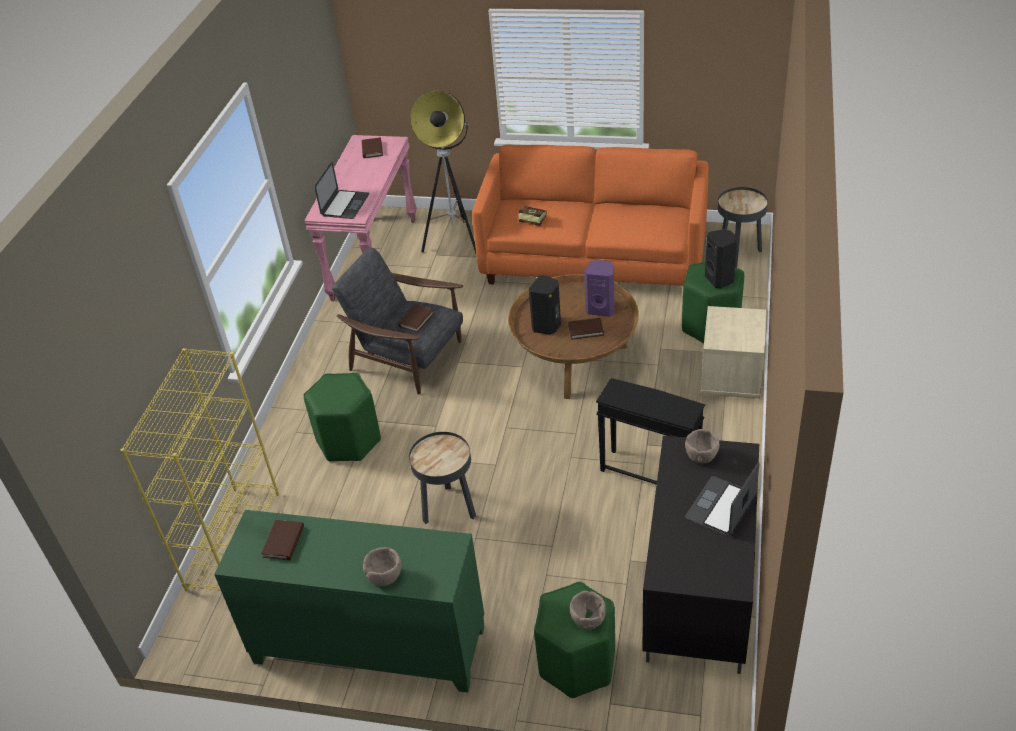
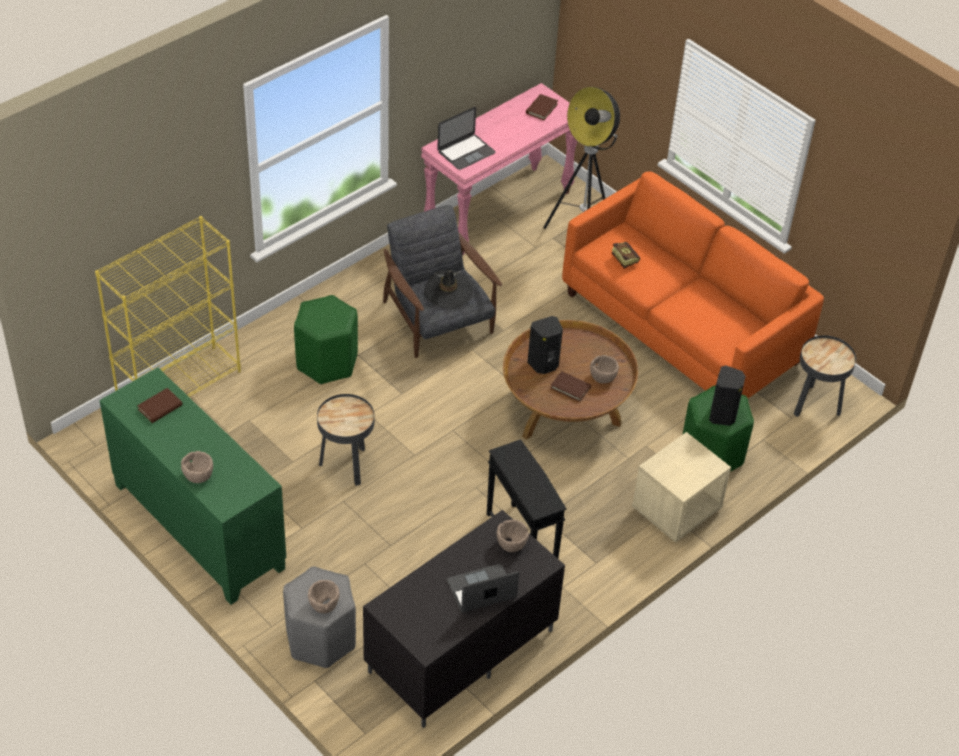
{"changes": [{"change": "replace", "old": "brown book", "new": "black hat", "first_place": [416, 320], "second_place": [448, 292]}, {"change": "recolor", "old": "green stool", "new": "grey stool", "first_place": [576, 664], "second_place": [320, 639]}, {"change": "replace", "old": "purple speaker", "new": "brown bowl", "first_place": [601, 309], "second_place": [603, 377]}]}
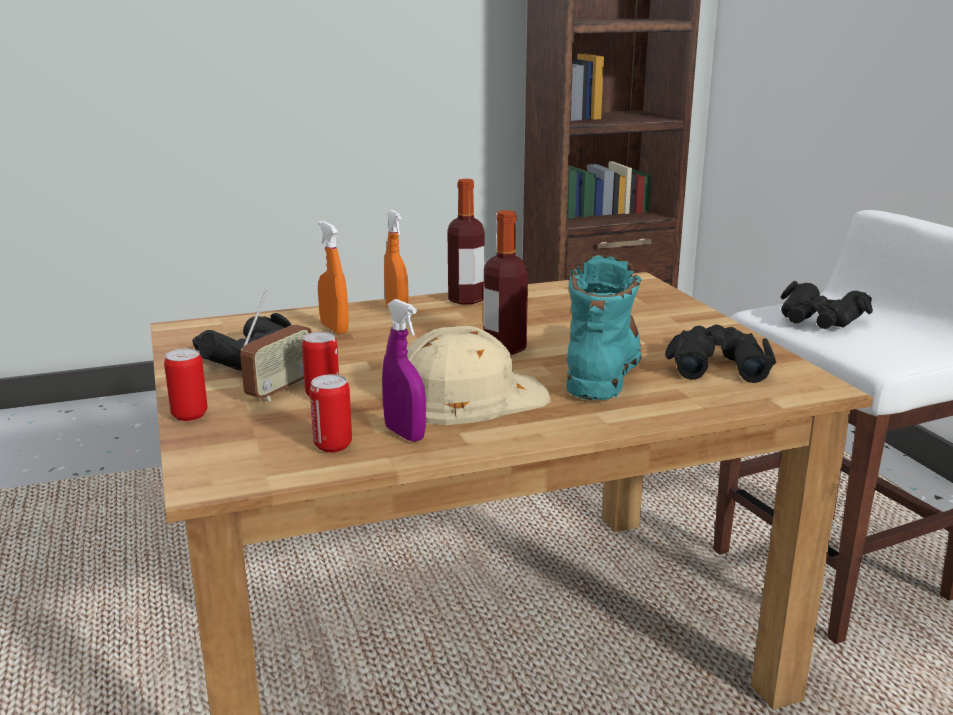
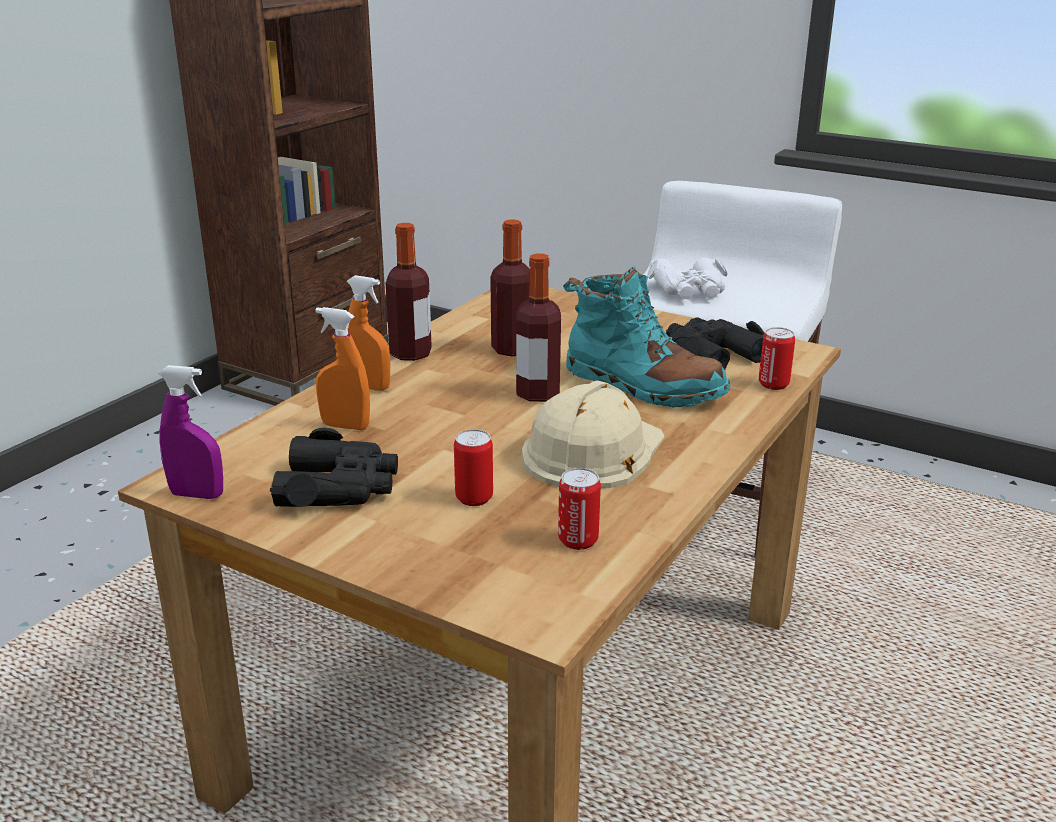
{"changes": [{"change": "move", "old": "can", "first_place": [189, 415], "second_place": [773, 384]}, {"change": "delete", "old": "radio", "first_place": [280, 390]}, {"change": "move", "old": "purple spray bottle", "first_place": [405, 434], "second_place": [197, 495]}, {"change": "rotate", "old": "turquoise boot", "first_place": [602, 368], "second_place": [642, 385], "degrees": 150}, {"change": "recolor", "old": "black binoculars", "new": "white binoculars", "first_place": [820, 319], "second_place": [689, 290]}, {"change": "insert", "new": "bottle", "second_place": [512, 349]}]}
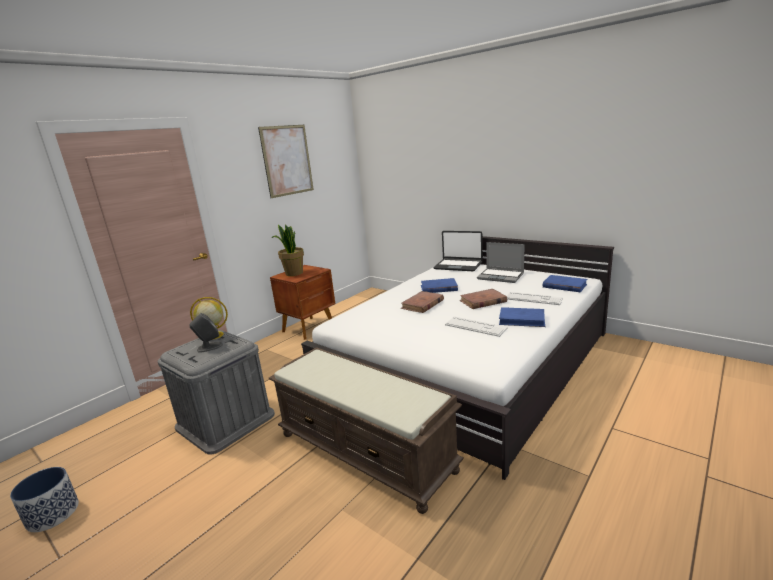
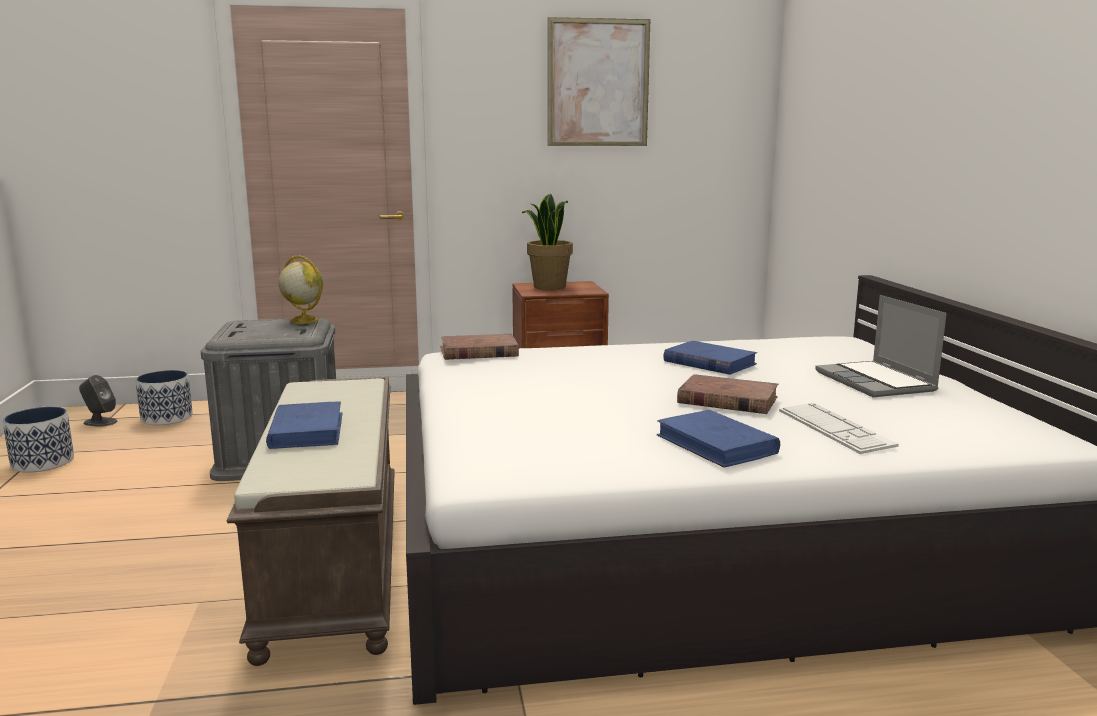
{"changes": [{"change": "move", "old": "grey speaker", "first_place": [209, 347], "second_place": [100, 422]}, {"change": "move", "old": "brown book", "first_place": [422, 304], "second_place": [478, 352]}, {"change": "delete", "old": "laptop", "first_place": [458, 265]}, {"change": "delete", "old": "keyboard", "first_place": [475, 327]}, {"change": "move", "old": "blue book", "first_place": [564, 286], "second_place": [306, 430]}, {"change": "insert", "new": "planter", "second_place": [167, 418]}]}
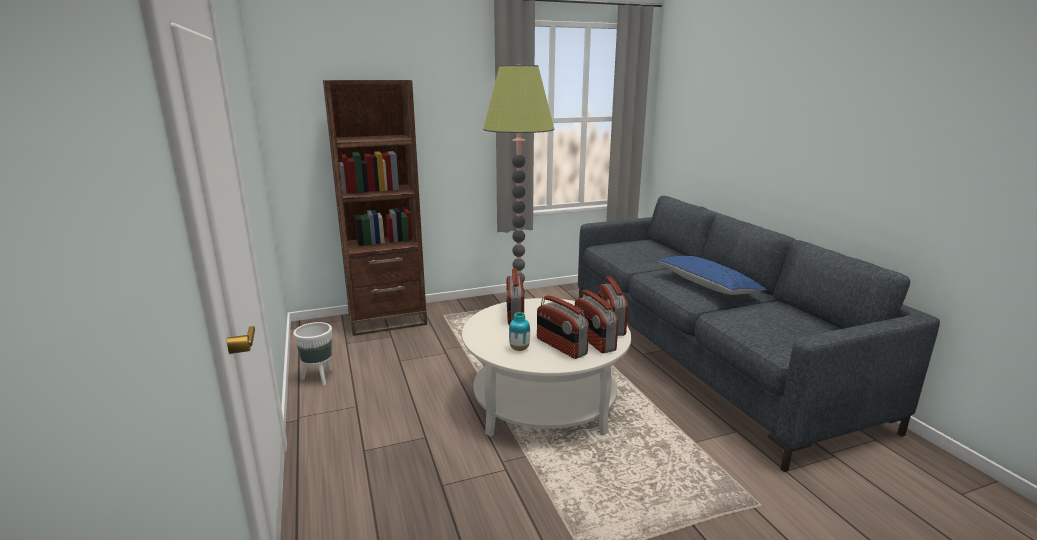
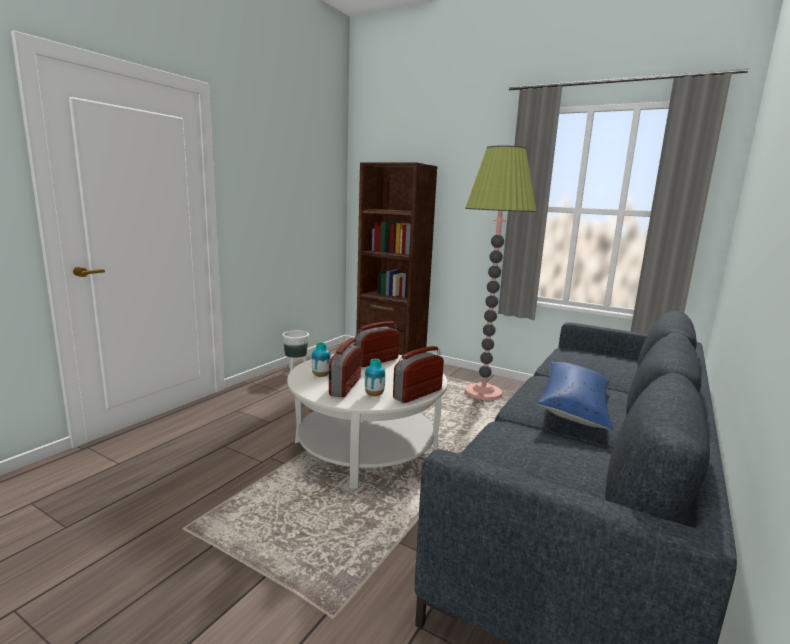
{"changes": [{"change": "replace", "old": "radio", "new": "vase", "first_place": [593, 341], "second_place": [374, 395]}]}
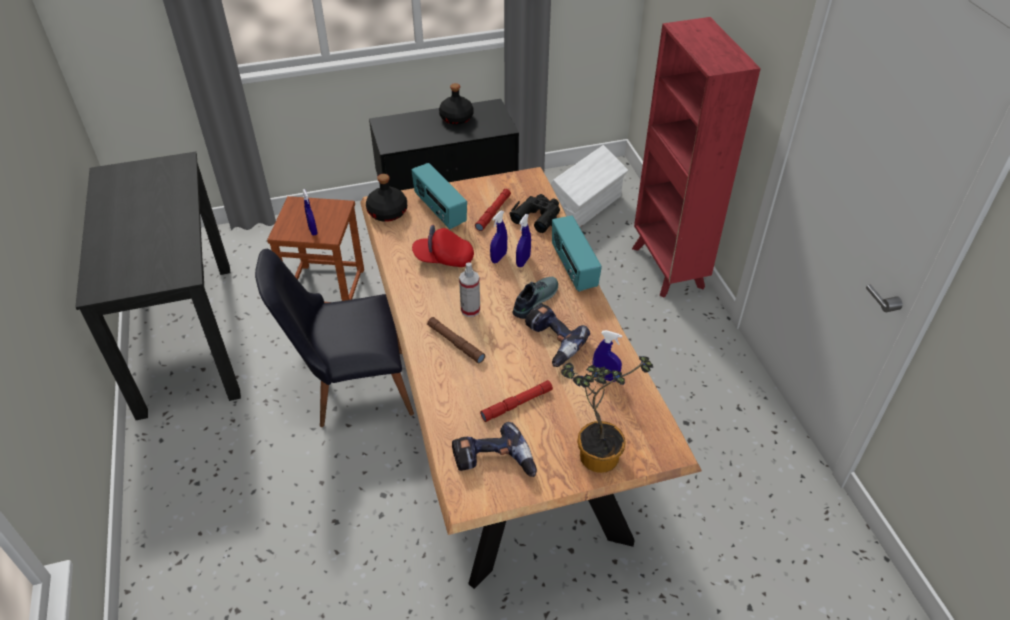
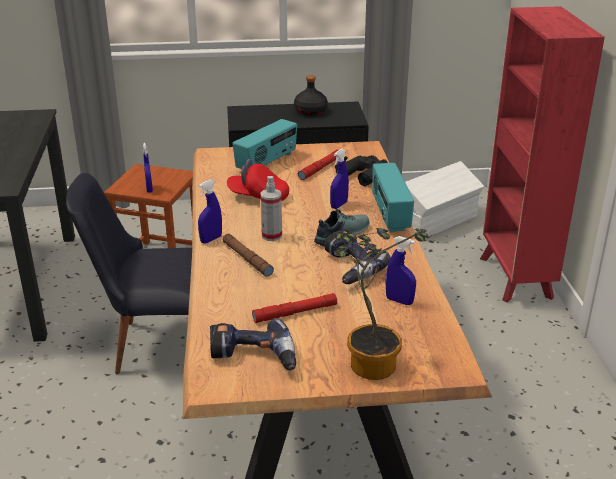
{"changes": [{"change": "delete", "old": "black bottle", "first_place": [388, 212]}, {"change": "rotate", "old": "radio", "first_place": [439, 211], "second_place": [267, 163], "degrees": -120}, {"change": "move", "old": "blue spray bottle", "first_place": [498, 258], "second_place": [211, 239]}]}
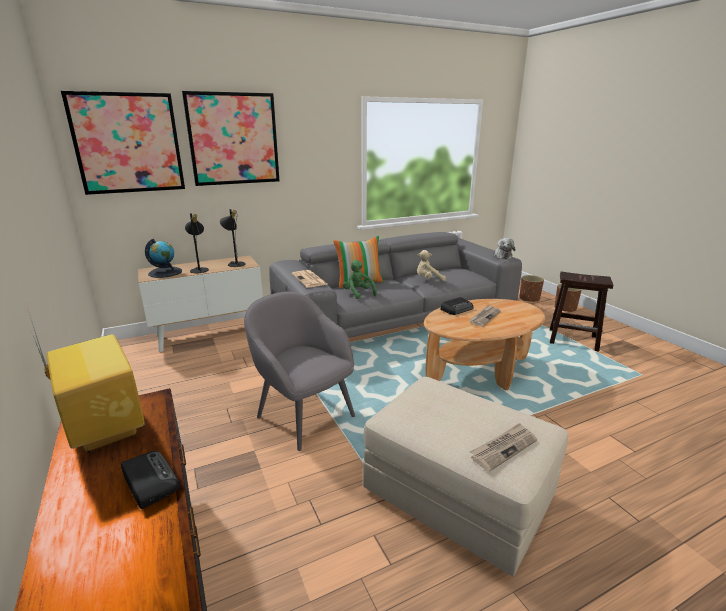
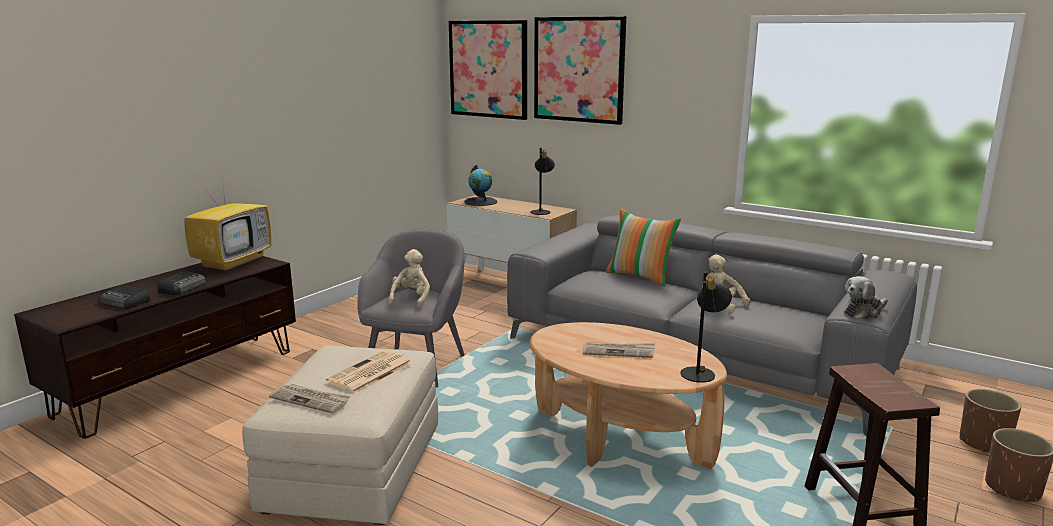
{"changes": [{"change": "move", "old": "black table lamp", "first_place": [199, 269], "second_place": [702, 372]}, {"change": "move", "old": "newspaper", "first_place": [310, 279], "second_place": [370, 373]}, {"change": "delete", "old": "green plush toy", "first_place": [358, 293]}, {"change": "move", "old": "radio", "first_place": [457, 309], "second_place": [125, 302]}, {"change": "insert", "new": "beige plush toy", "second_place": [411, 299]}]}
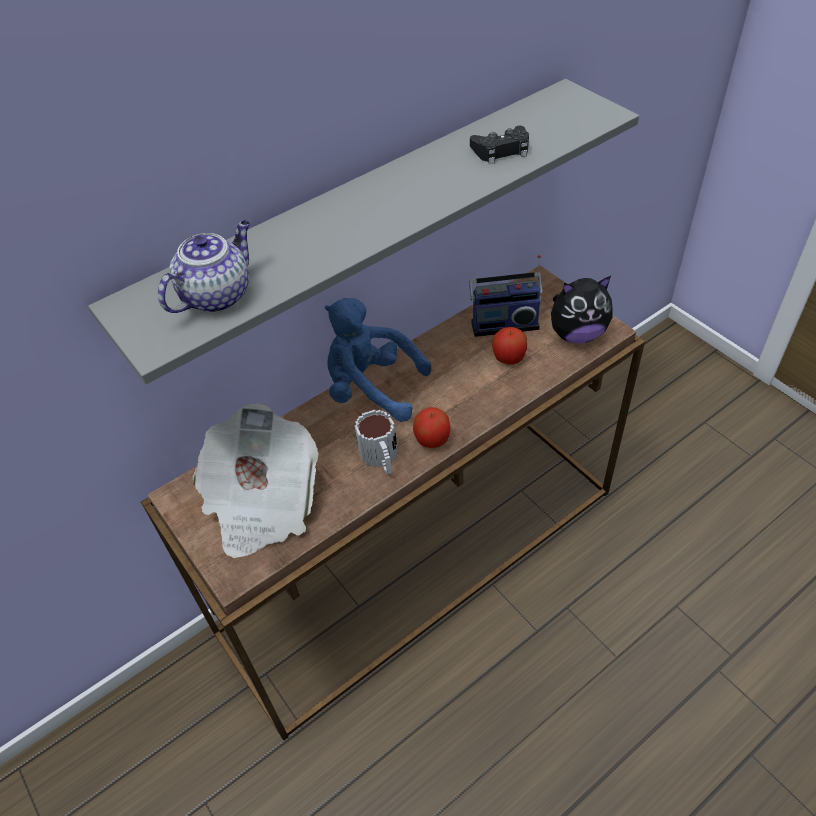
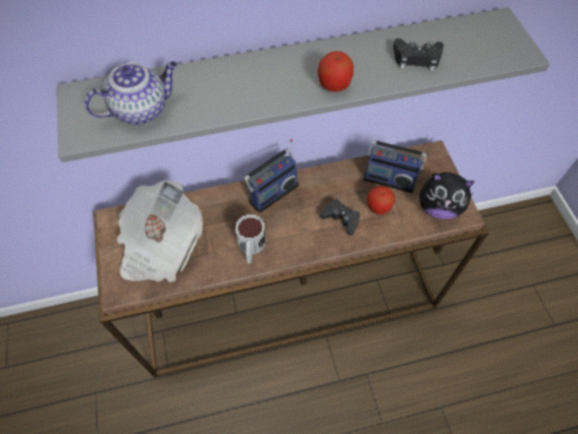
{"changes": [{"change": "replace", "old": "blue plush toy", "new": "radio", "first_place": [371, 388], "second_place": [272, 192]}, {"change": "move", "old": "apple", "first_place": [432, 440], "second_place": [334, 85]}, {"change": "insert", "new": "black game controller", "second_place": [341, 219]}]}
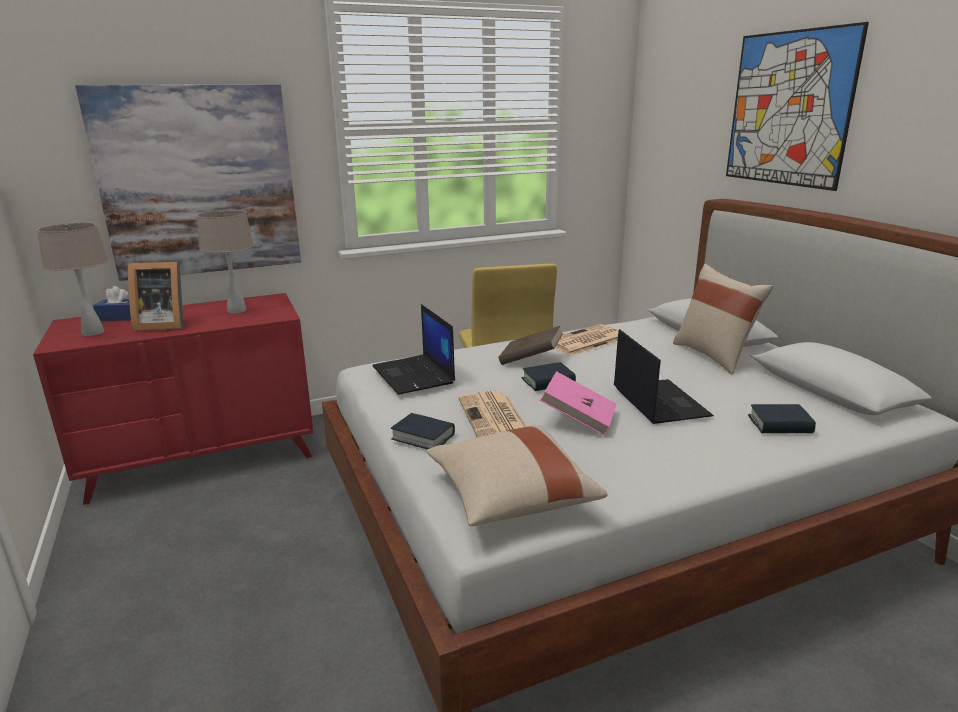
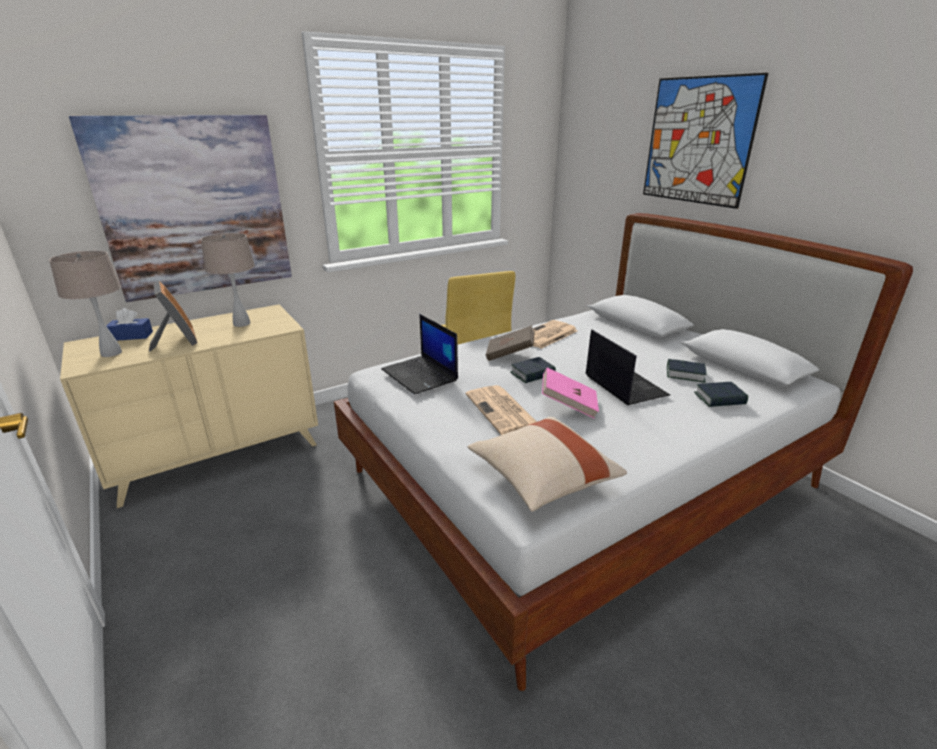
{"changes": [{"change": "recolor", "old": "red dresser", "new": "beige dresser", "first_place": [204, 458], "second_place": [219, 454]}, {"change": "rotate", "old": "picture frame", "first_place": [162, 324], "second_place": [176, 341], "degrees": -105}, {"change": "move", "old": "book", "first_place": [423, 437], "second_place": [685, 374]}, {"change": "delete", "old": "beige pillow", "first_place": [714, 356]}]}
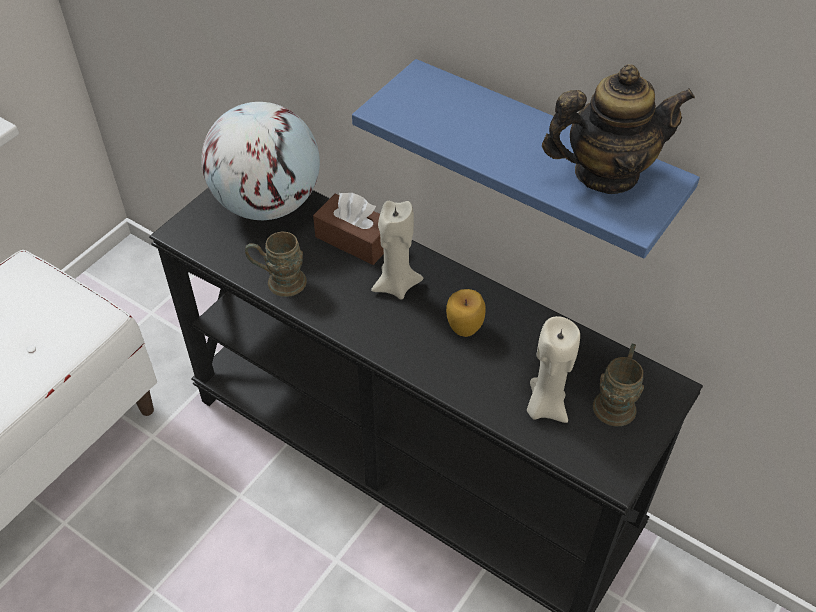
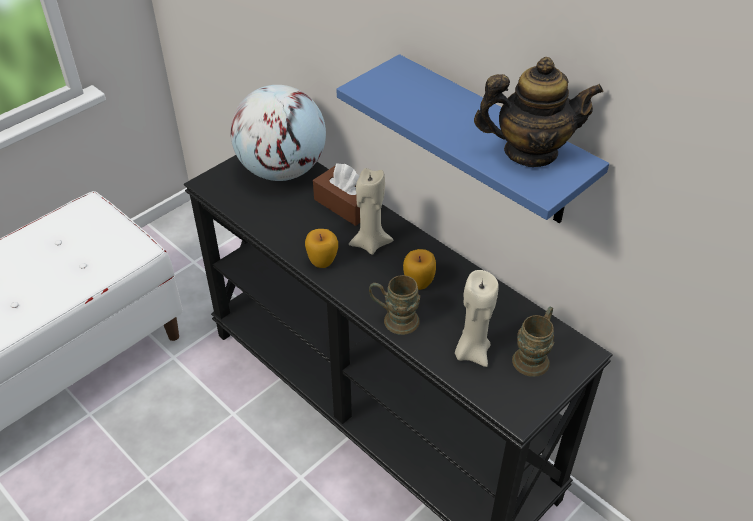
{"changes": [{"change": "move", "old": "brown mug", "first_place": [279, 282], "second_place": [394, 320]}, {"change": "insert", "new": "apple", "second_place": [322, 262]}]}
